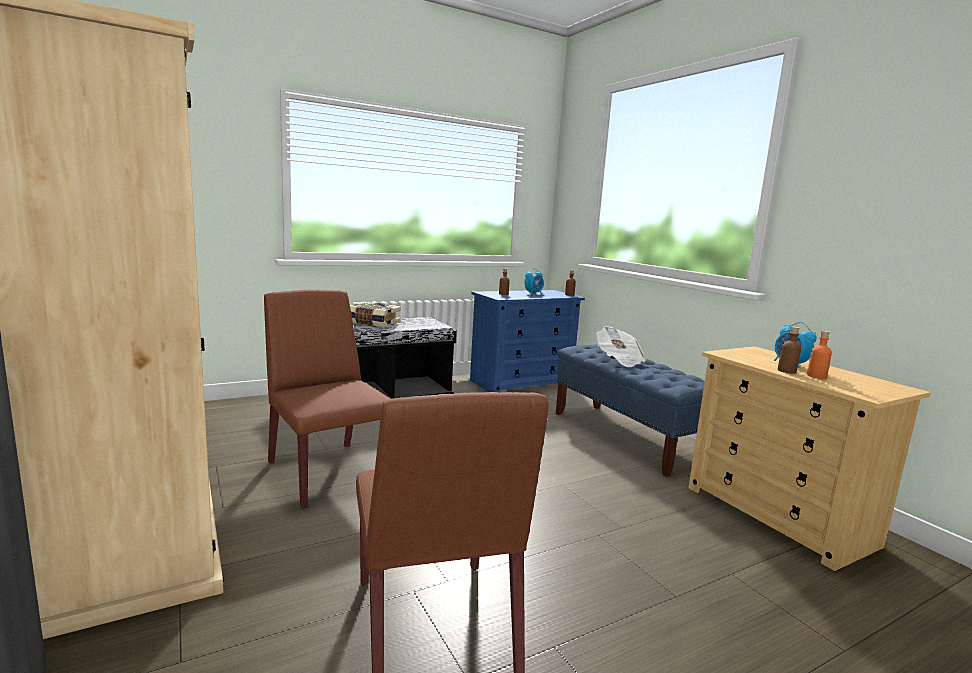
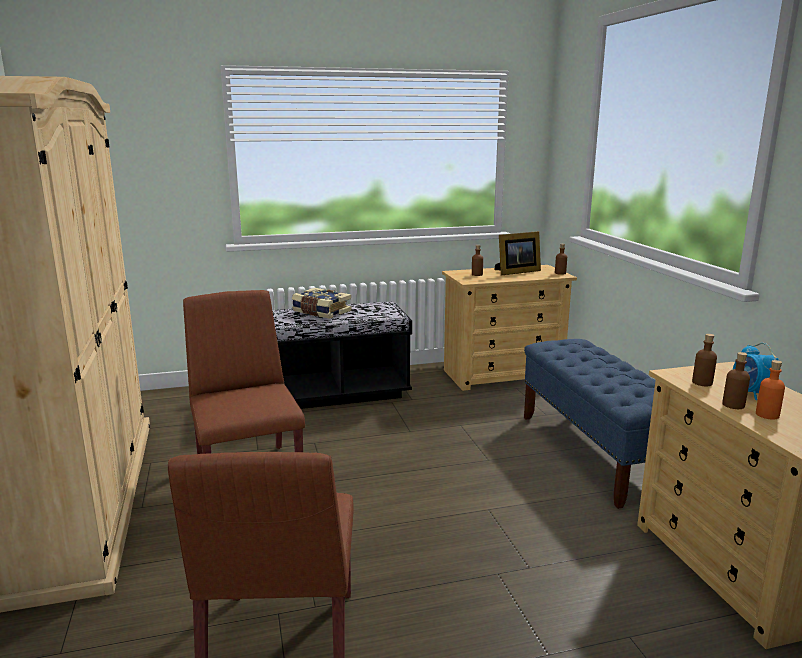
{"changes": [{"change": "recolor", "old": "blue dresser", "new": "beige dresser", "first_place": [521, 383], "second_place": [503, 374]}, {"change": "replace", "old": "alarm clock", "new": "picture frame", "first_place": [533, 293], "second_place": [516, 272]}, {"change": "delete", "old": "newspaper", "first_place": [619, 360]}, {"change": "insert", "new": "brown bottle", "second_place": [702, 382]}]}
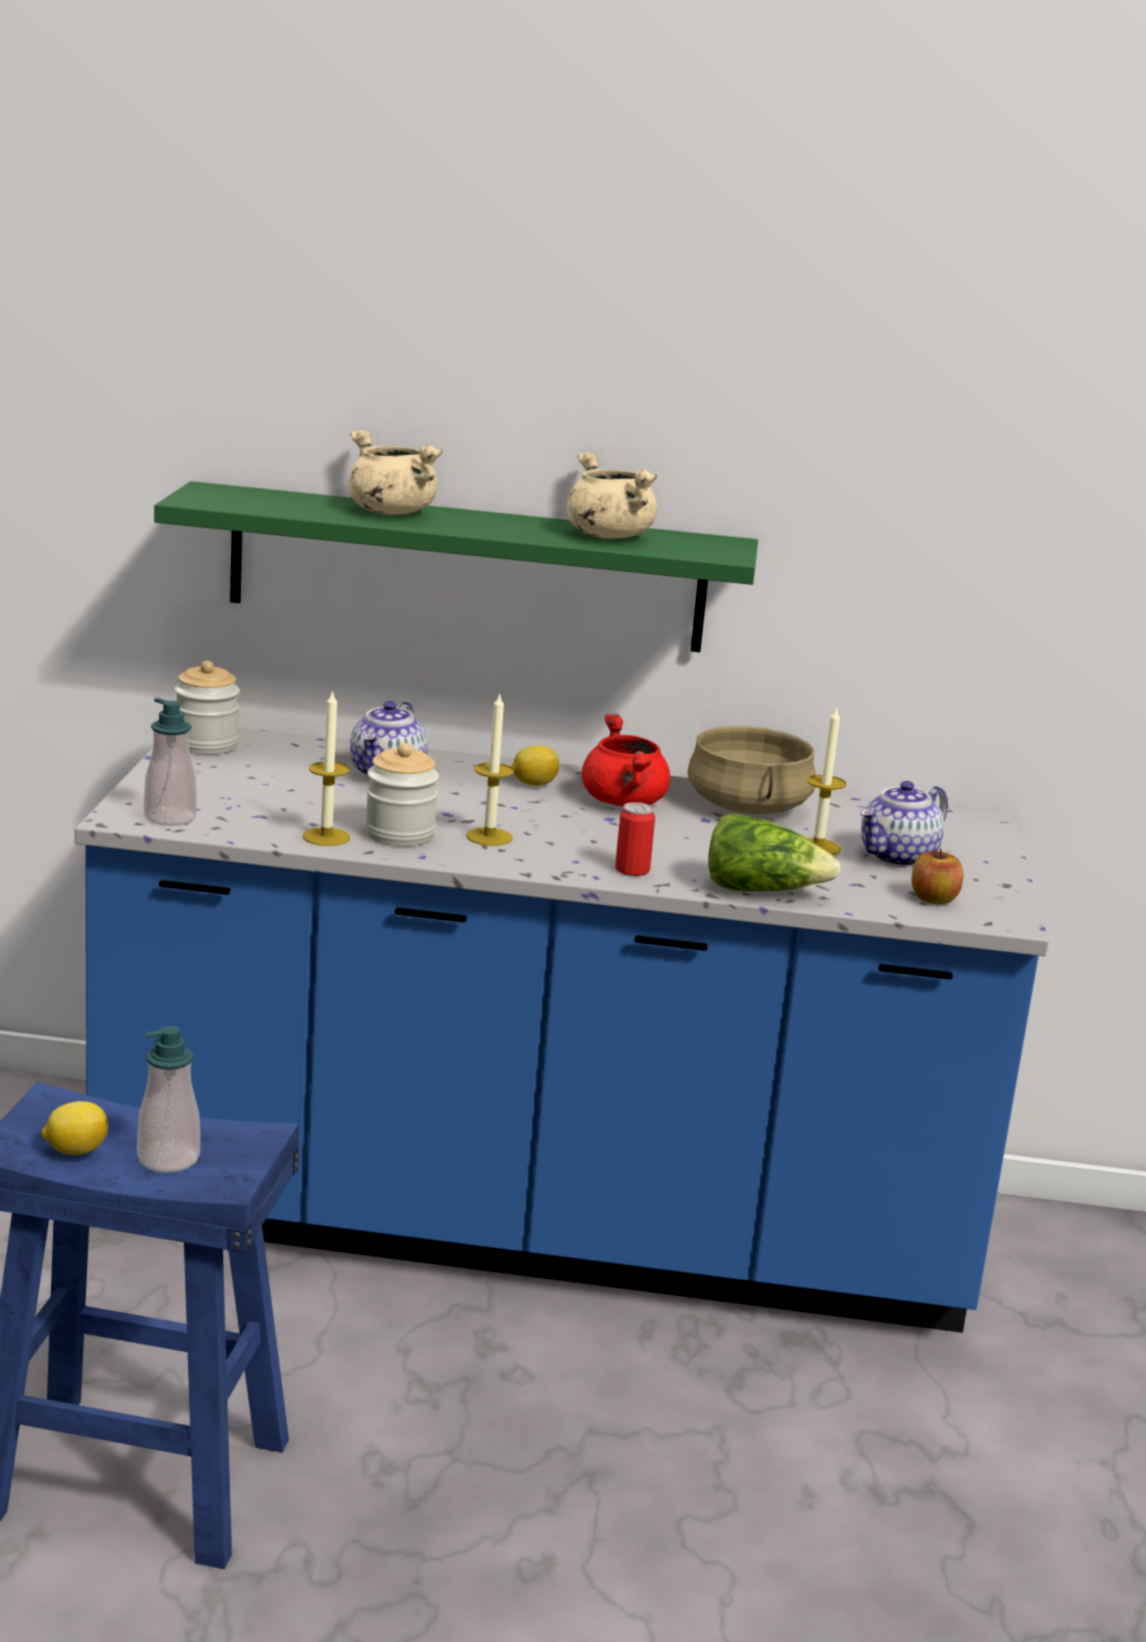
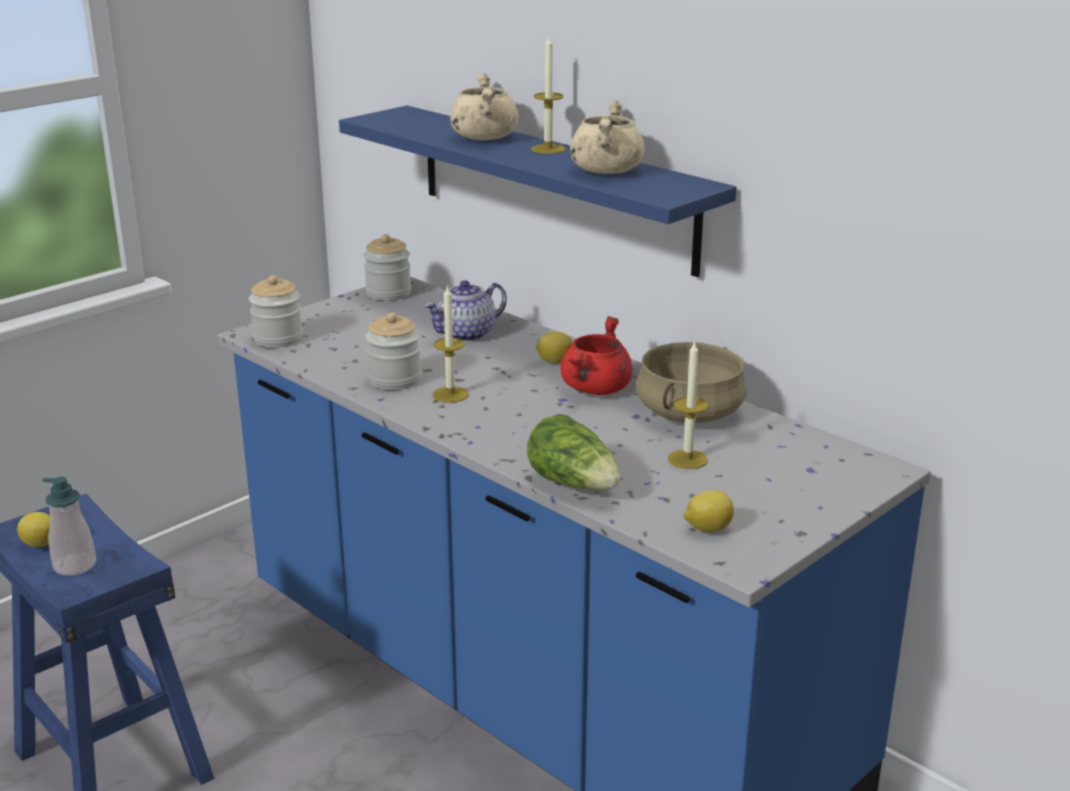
{"changes": [{"change": "replace", "old": "soap dispenser", "new": "jar", "first_place": [170, 818], "second_place": [278, 338]}, {"change": "recolor", "old": "green shelf", "new": "blue shelf", "first_place": [467, 568], "second_place": [553, 187]}, {"change": "move", "old": "candle", "first_place": [326, 837], "second_place": [548, 149]}, {"change": "delete", "old": "can", "first_place": [632, 870]}, {"change": "delete", "old": "teapot", "first_place": [898, 857]}, {"change": "replace", "old": "apple", "new": "lemon", "first_place": [934, 899], "second_place": [707, 528]}]}
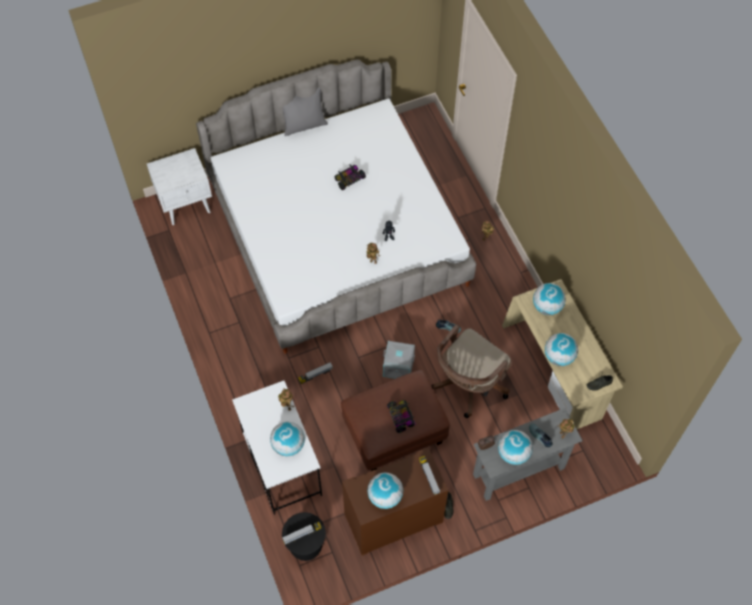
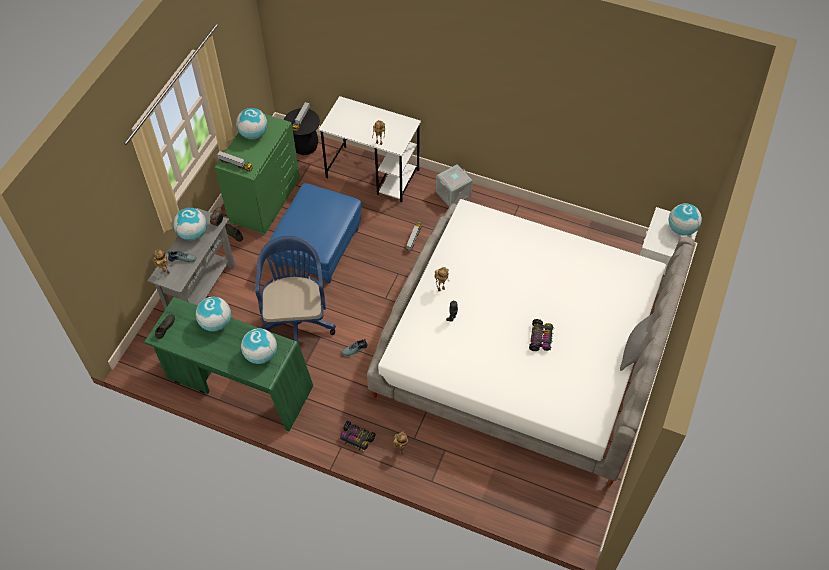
{"changes": [{"change": "move", "old": "globe", "first_place": [288, 445], "second_place": [681, 229]}, {"change": "recolor", "old": "brown ottoman", "new": "blue ottoman", "first_place": [394, 432], "second_place": [318, 248]}, {"change": "recolor", "old": "brown dresser", "new": "green dresser", "first_place": [393, 519], "second_place": [264, 200]}, {"change": "move", "old": "grey storage box", "first_place": [398, 366], "second_place": [453, 194]}, {"change": "move", "old": "toy car", "first_place": [401, 417], "second_place": [356, 438]}, {"change": "recolor", "old": "brown office chair", "new": "blue office chair", "first_place": [467, 385], "second_place": [296, 320]}, {"change": "recolor", "old": "beige desk", "new": "green desk", "first_place": [553, 371], "second_place": [238, 385]}]}
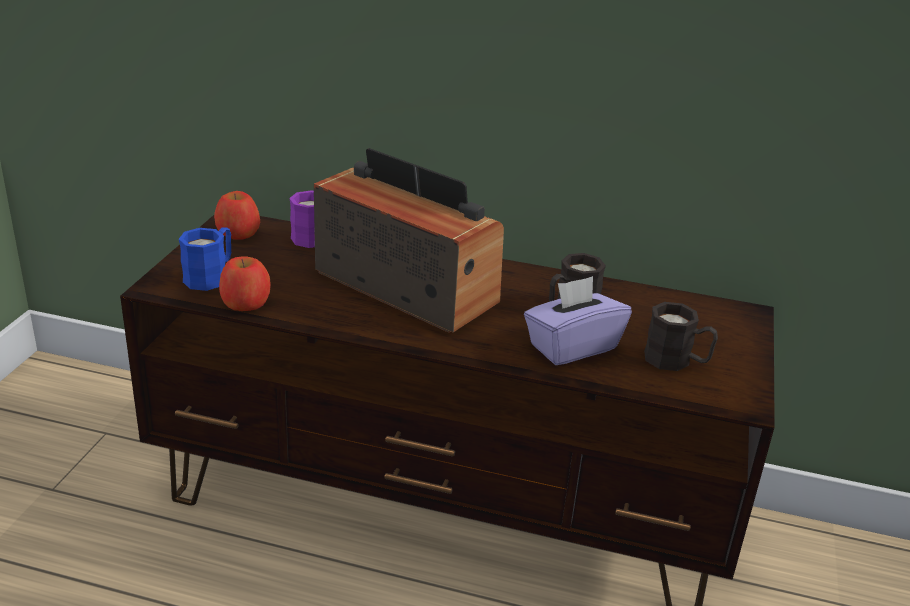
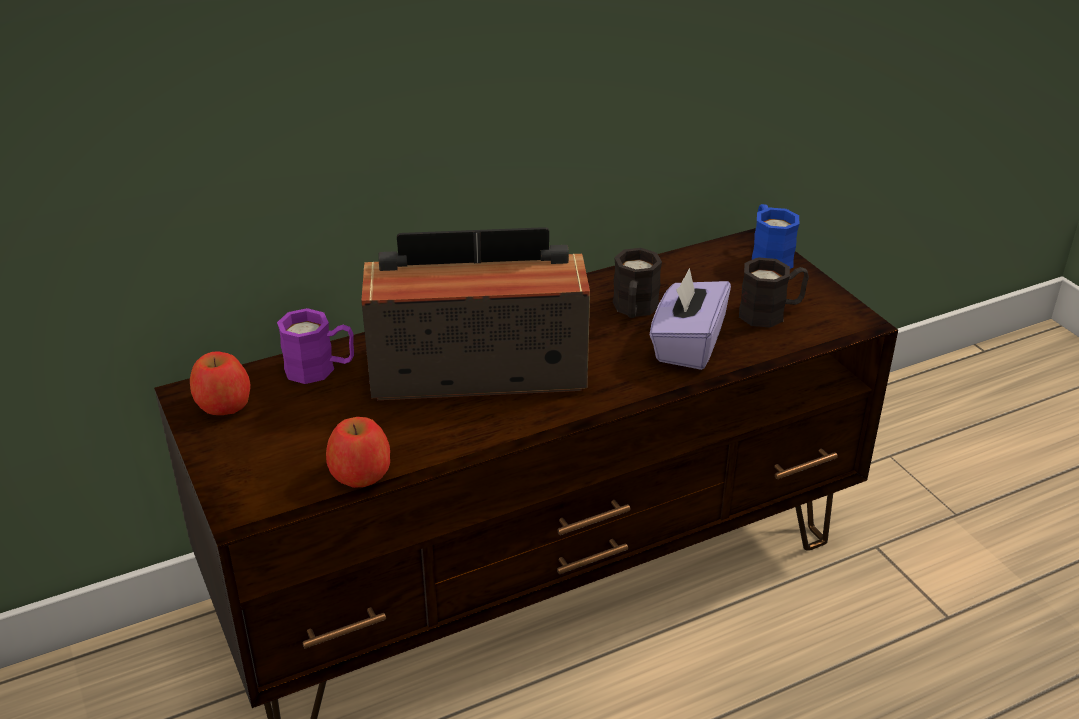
{"changes": [{"change": "move", "old": "blue mug", "first_place": [211, 276], "second_place": [768, 256]}]}
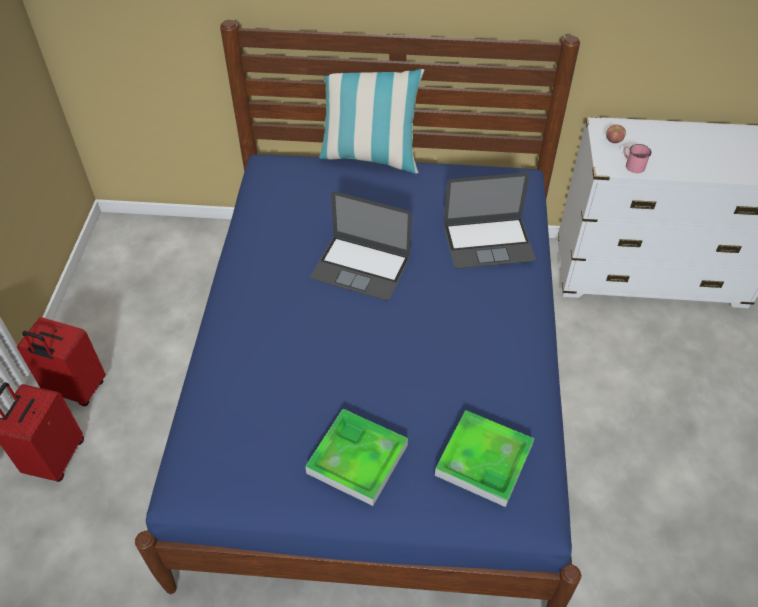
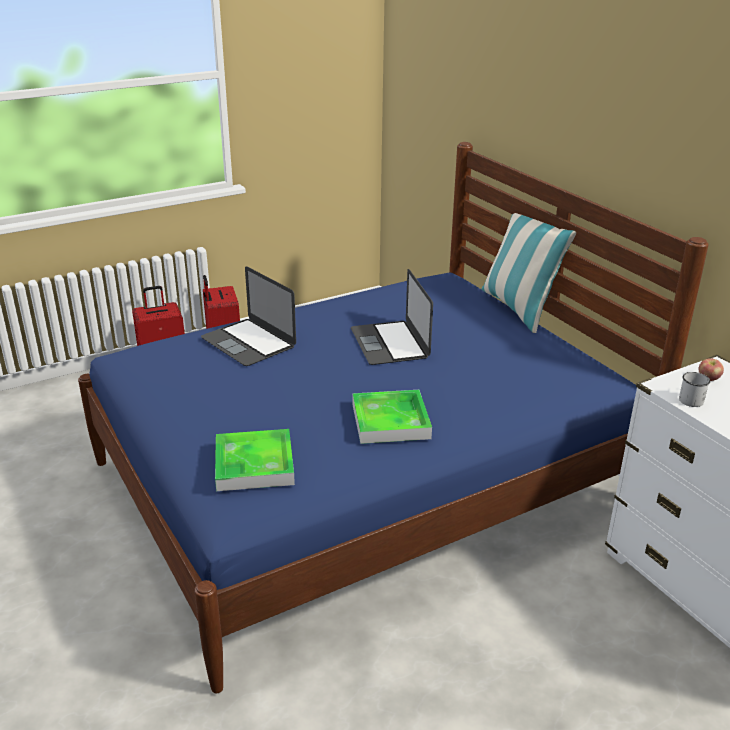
{"changes": [{"change": "move", "old": "tray", "first_place": [357, 459], "second_place": [390, 421]}, {"change": "move", "old": "laptop", "first_place": [488, 242], "second_place": [248, 342]}, {"change": "recolor", "old": "pink mug", "new": "white mug", "first_place": [632, 165], "second_place": [690, 398]}]}
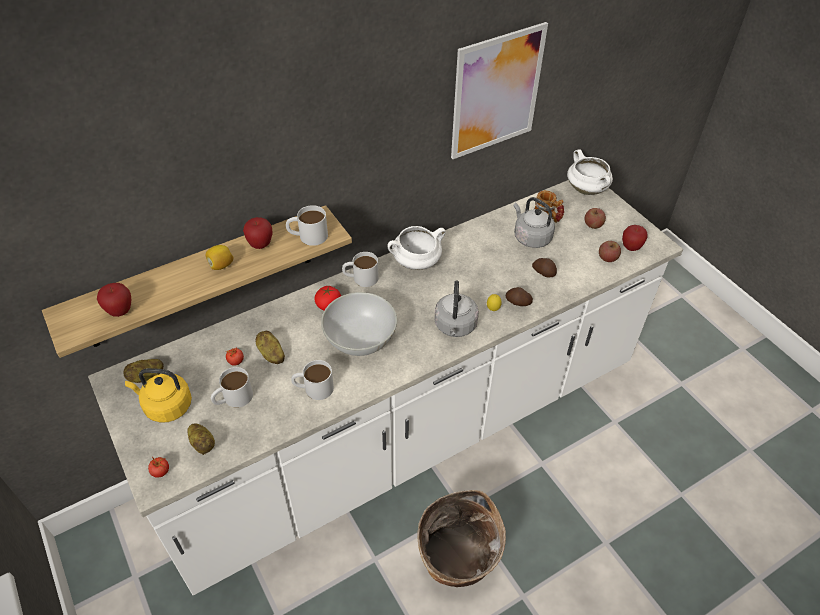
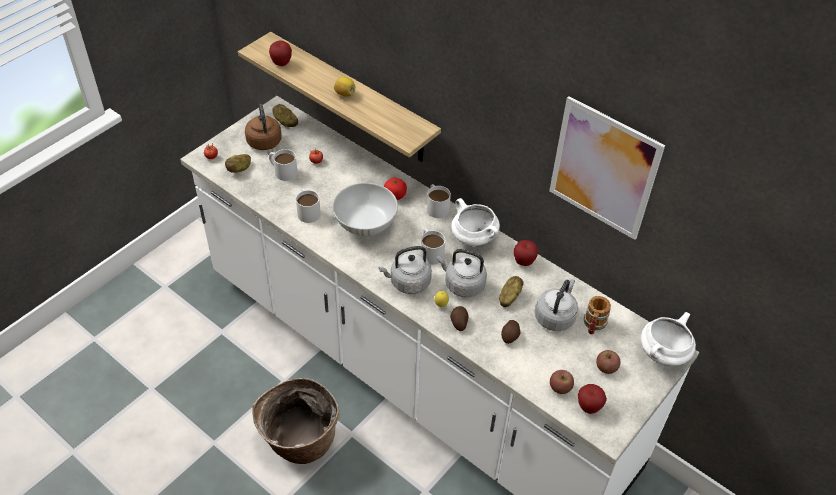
{"changes": [{"change": "recolor", "old": "yellow kettle", "new": "brown kettle", "first_place": [166, 406], "second_place": [264, 140]}, {"change": "move", "old": "apple", "first_place": [260, 245], "second_place": [523, 262]}, {"change": "move", "old": "potato", "first_place": [271, 354], "second_place": [509, 297]}, {"change": "move", "old": "white mug", "first_place": [307, 236], "second_place": [430, 251]}, {"change": "insert", "new": "grey kettle", "second_place": [462, 284]}]}
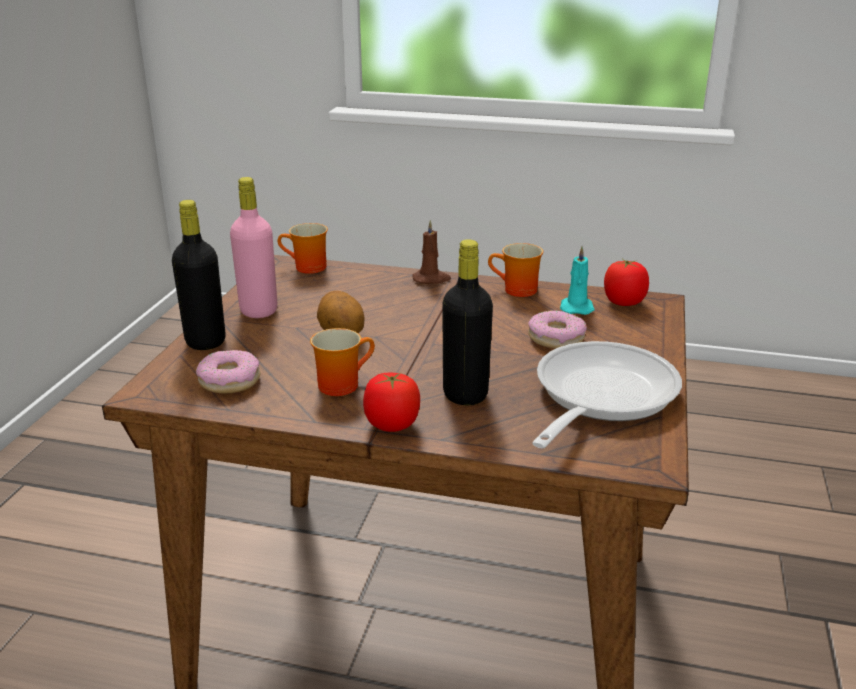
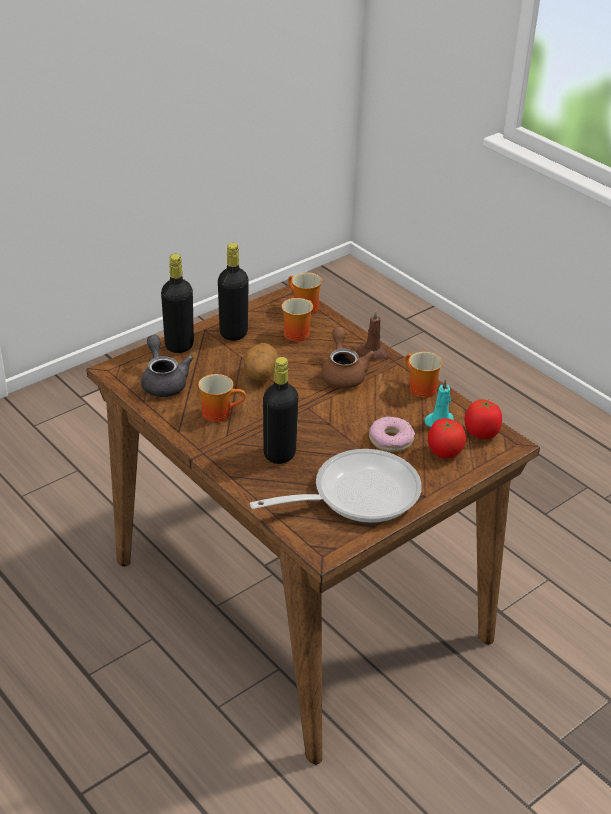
{"changes": [{"change": "replace", "old": "donut", "new": "grey teapot", "first_place": [230, 381], "second_place": [163, 381]}, {"change": "recolor", "old": "pink bottle", "new": "black bottle", "first_place": [259, 311], "second_place": [233, 333]}, {"change": "move", "old": "tomato", "first_place": [392, 425], "second_place": [444, 452]}, {"change": "insert", "new": "mug", "second_place": [296, 332]}, {"change": "insert", "new": "brown teapot", "second_place": [343, 373]}]}
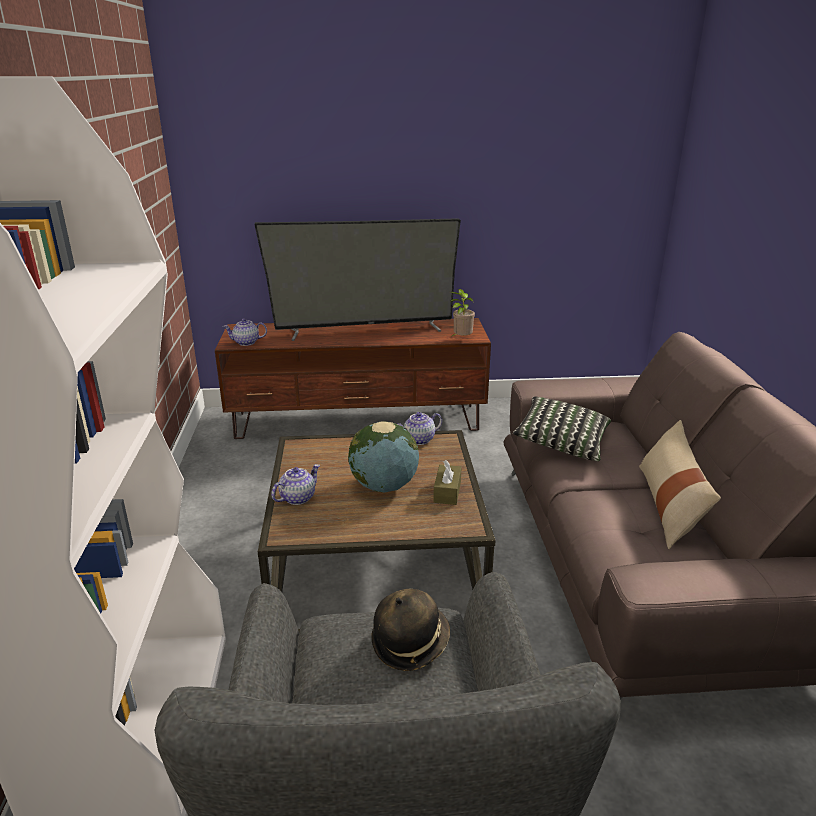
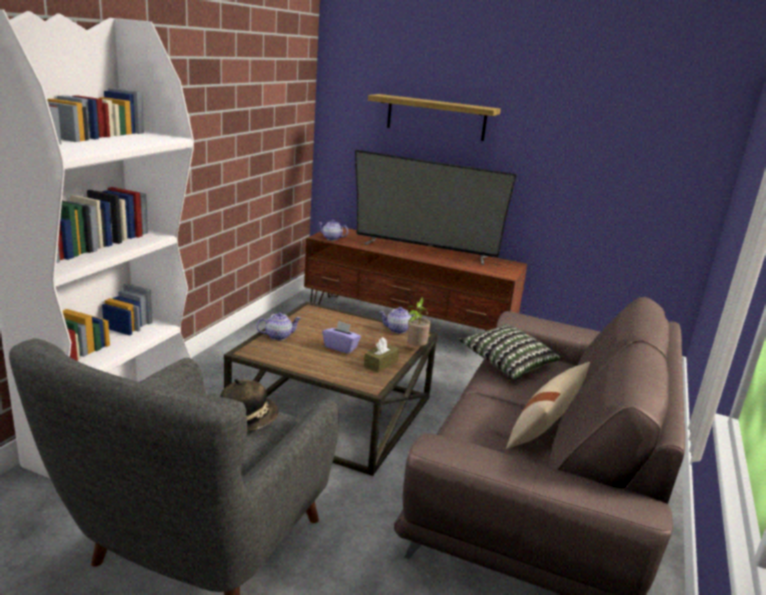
{"changes": [{"change": "replace", "old": "globe", "new": "purple tissue box", "first_place": [383, 486], "second_place": [341, 347]}, {"change": "move", "old": "potted plant", "first_place": [461, 339], "second_place": [415, 348]}, {"change": "insert", "new": "shelf", "second_place": [436, 117]}]}
